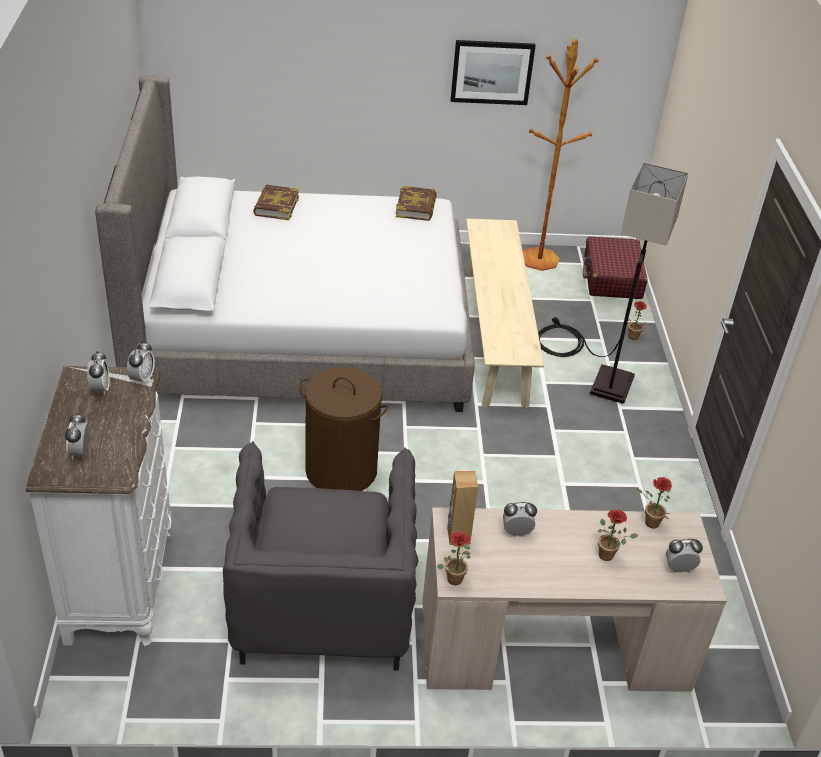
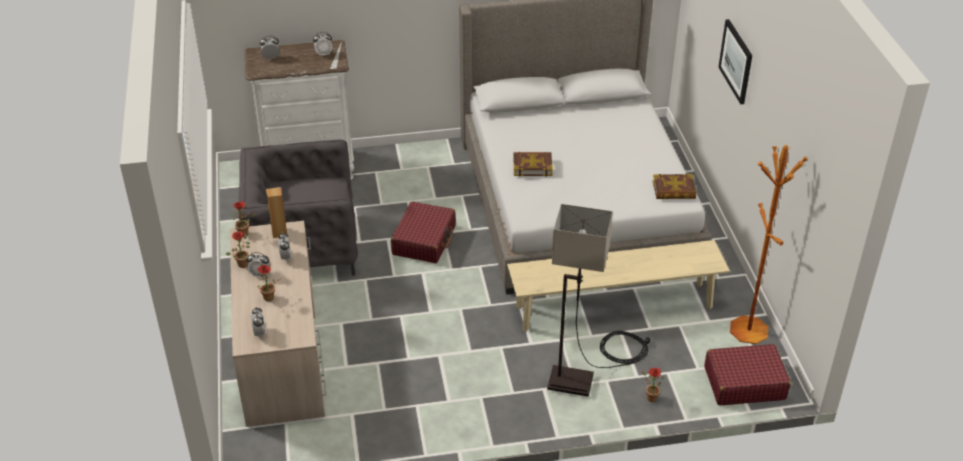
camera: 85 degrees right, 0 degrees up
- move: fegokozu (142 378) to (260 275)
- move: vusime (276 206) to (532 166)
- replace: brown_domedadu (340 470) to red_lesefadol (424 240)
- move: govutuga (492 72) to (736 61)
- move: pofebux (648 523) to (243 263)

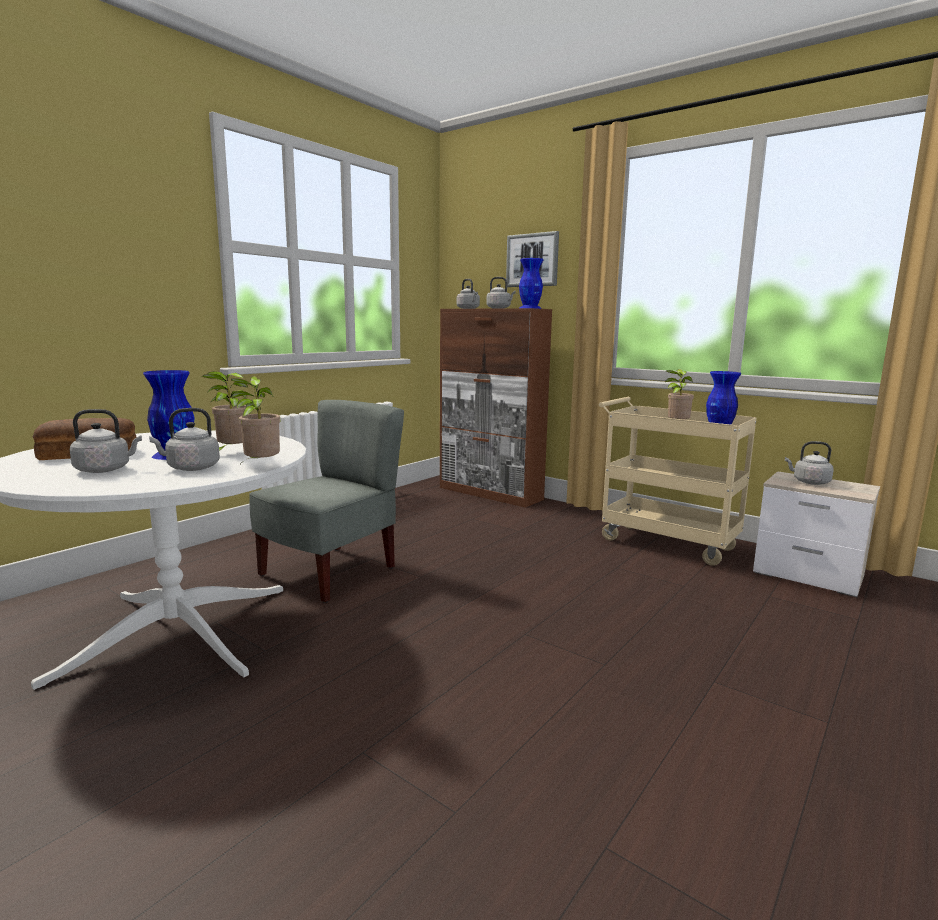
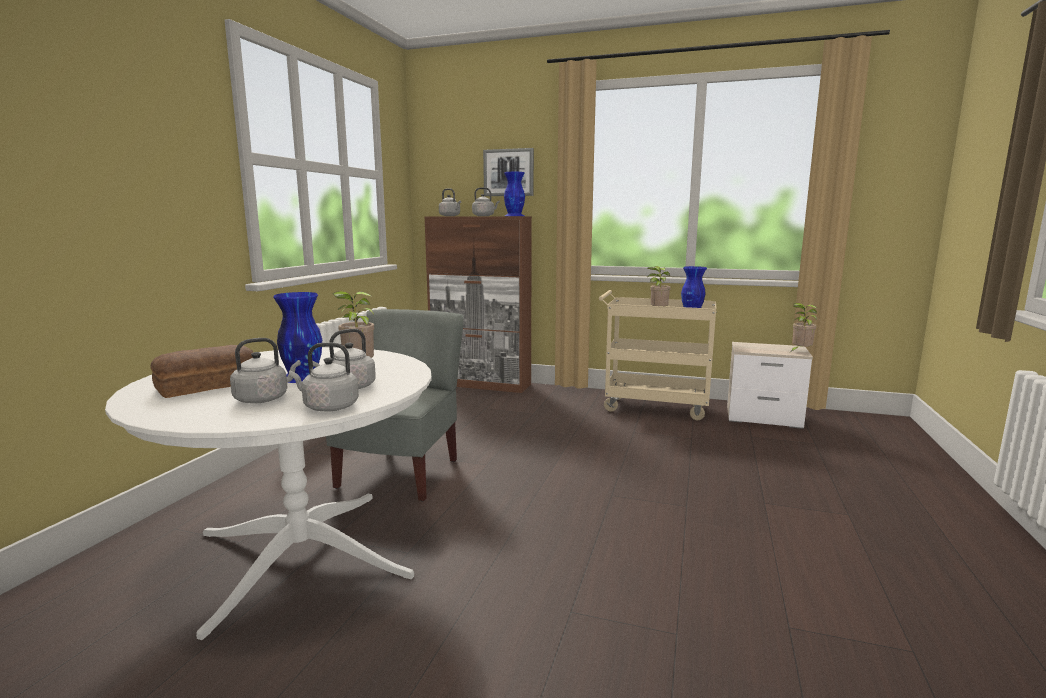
camera: 20 degrees left, 0 degrees up
- move: pofebux (260 467) to (800 352)
- move: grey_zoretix (809 482) to (328 407)

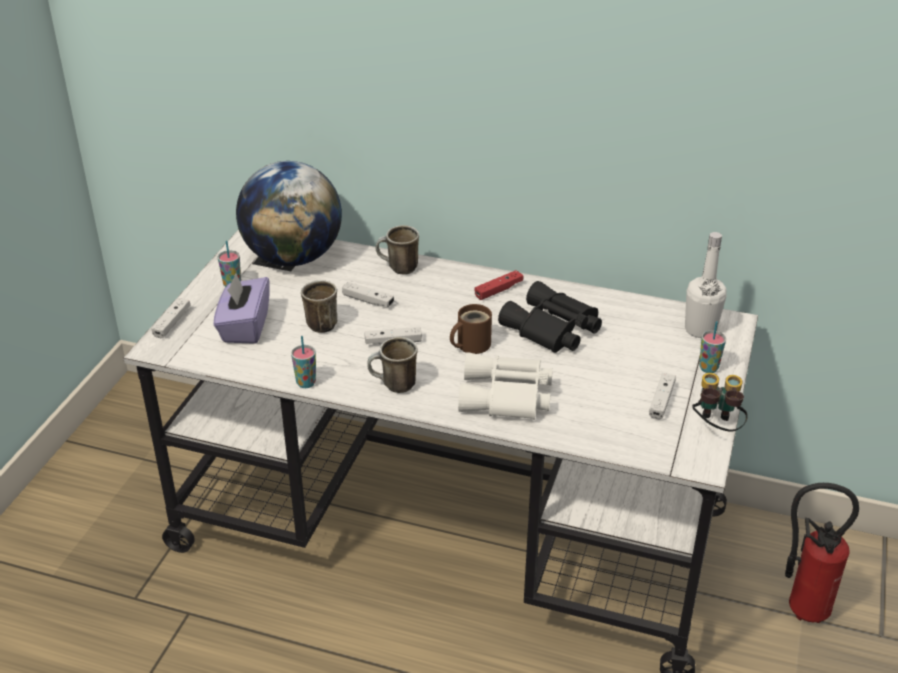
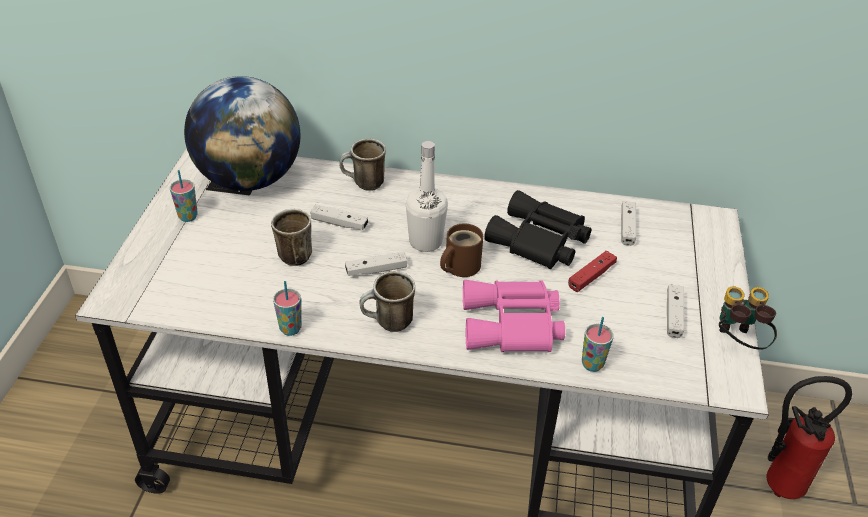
camera: 10 degrees left, 5 degrees up
- move: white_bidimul (172 323) to (627 228)
- delete: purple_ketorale (244 327)
- recolor: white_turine (507 397) to pink_turine (513 326)
- move: red_bidimul (498 290) to (591 276)
- move: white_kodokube (700 330) to (425 242)
- move: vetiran (708 368) to (592 364)

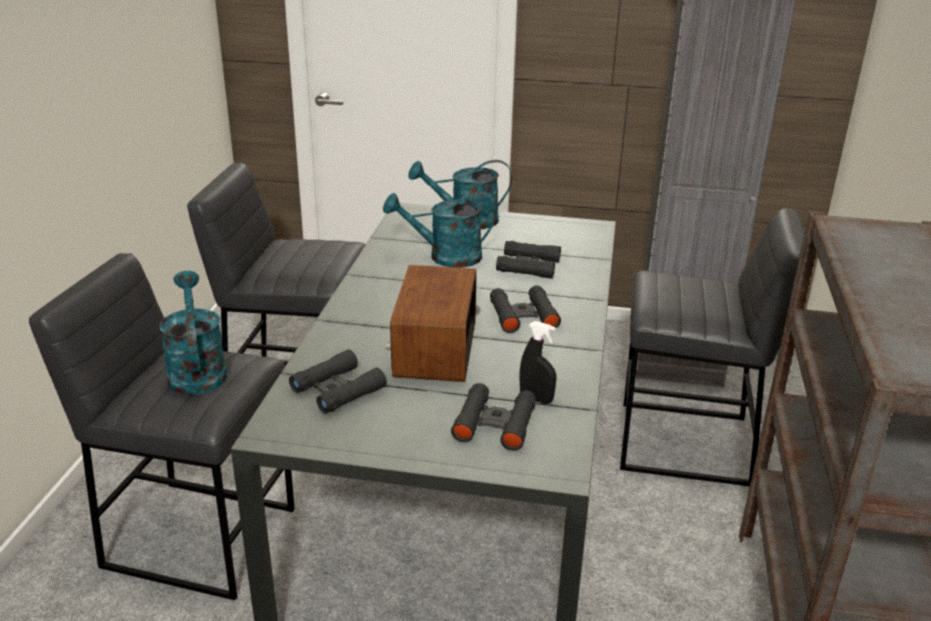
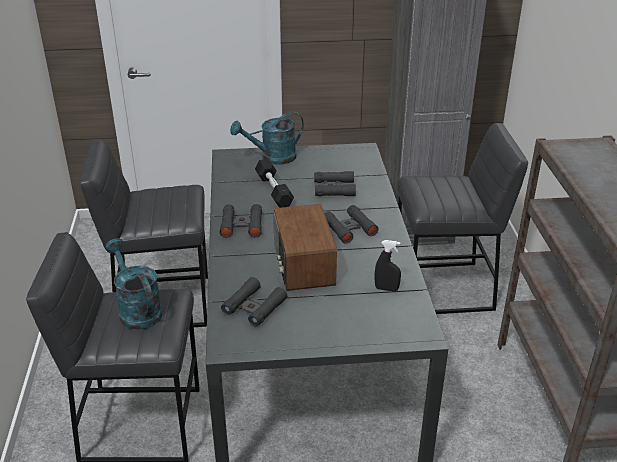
camera: 15 degrees left, 5 degrees up
- replace: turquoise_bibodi (445 257) to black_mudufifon (274 190)
- move: black_turine (495 424) to (241 225)

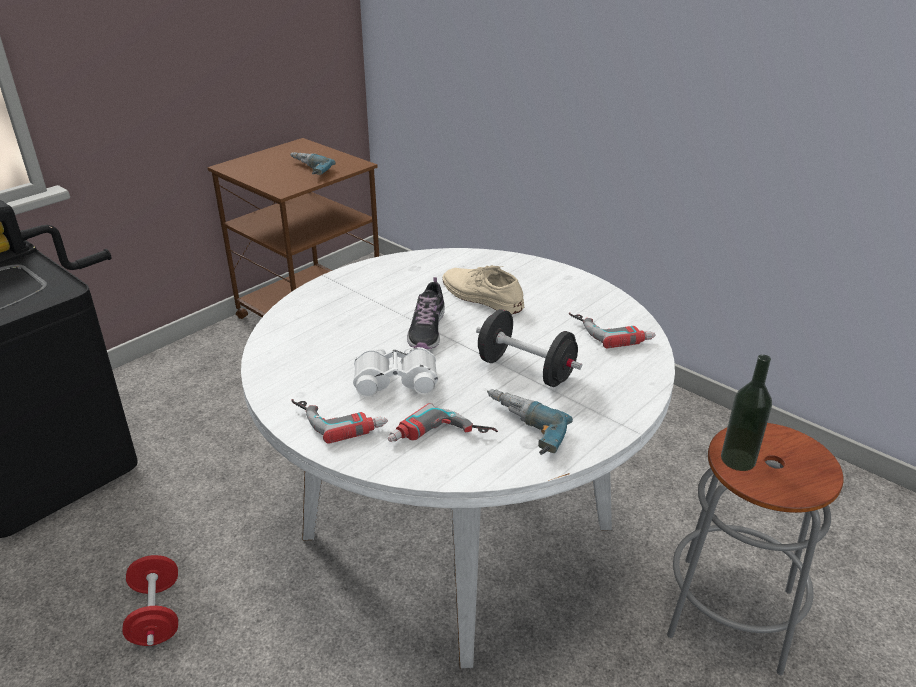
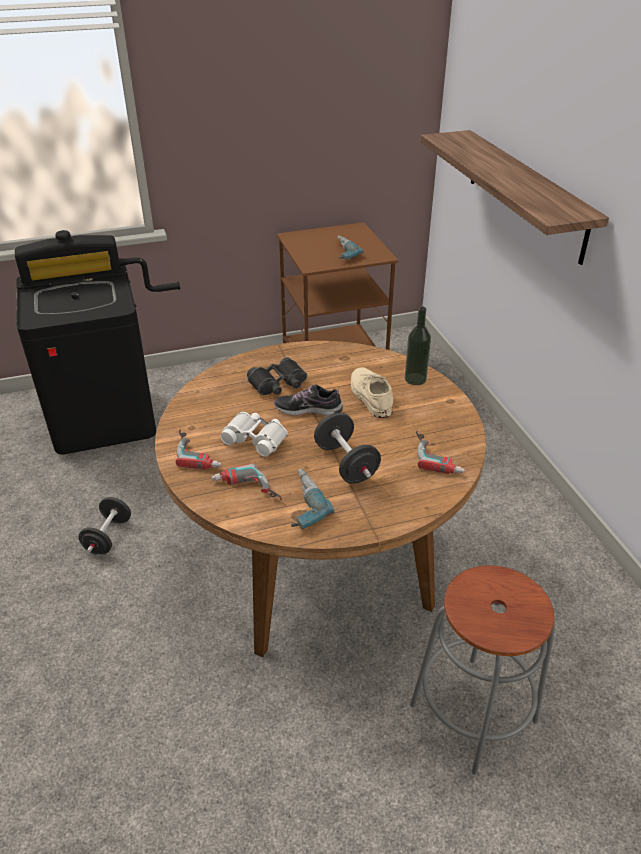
camera: 30 degrees right, 5 degrees up
- recolor: red_mudufifon (156 615) to black_mudufifon (108 536)
- recolor: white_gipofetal (457 531) to brown_gipofetal (320 563)
- rotate: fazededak (427 330) = (308 409) 60 degrees clockwise
- move: kodokube (738 459) to (415 379)
- insert: black_turine (278 384)
- insert: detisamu (525 194)

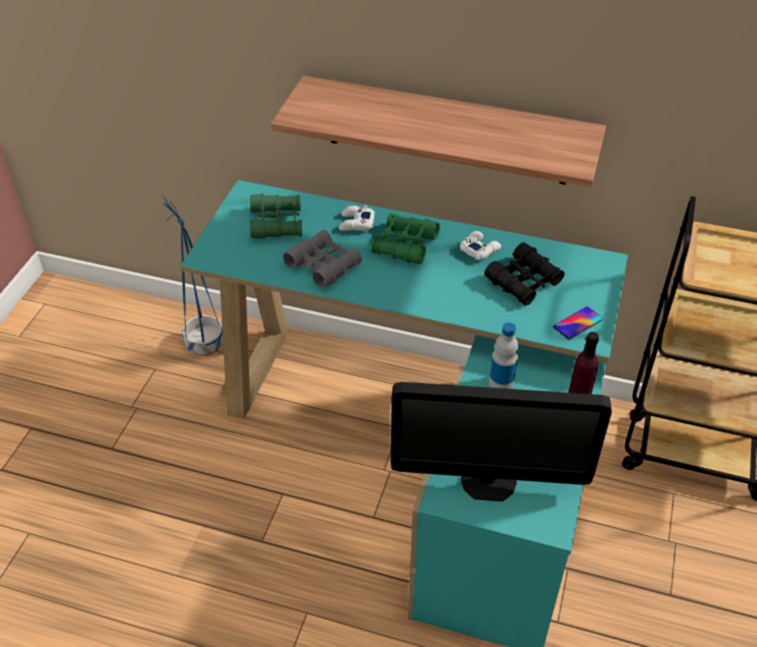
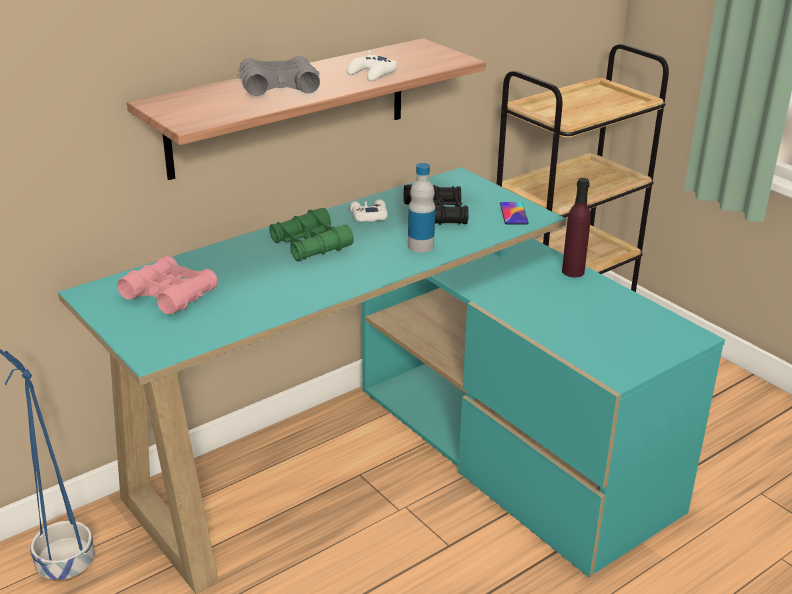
camera: 55 degrees left, 15 degrees down
- recolor: green_turine (277 223) to pink_turine (169 294)
- move: grey_turine (323 265) to (279 87)
- move: white_bidimul (356 223) to (372 74)
- delete: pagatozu (488 481)
- move: kodokube (501 383) to (420 246)

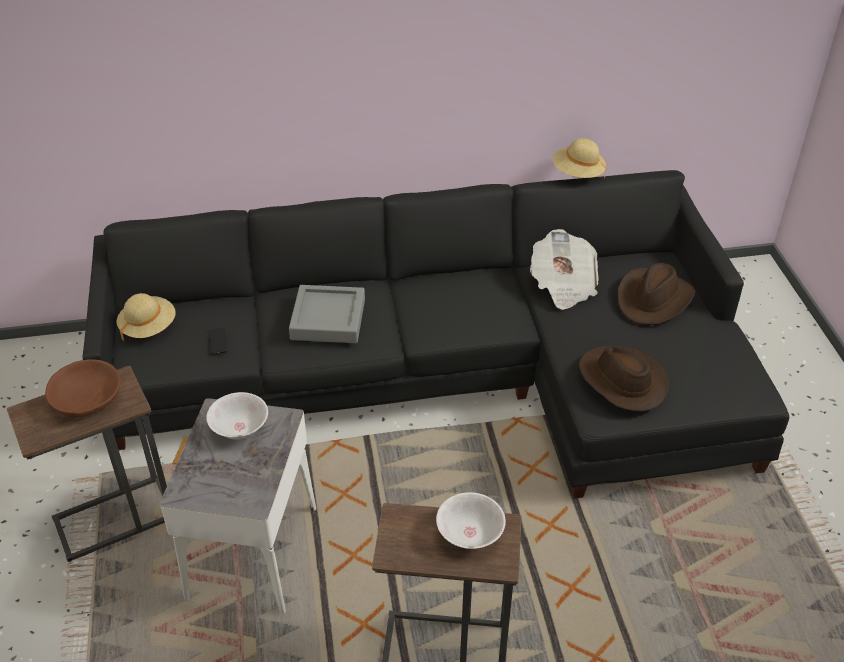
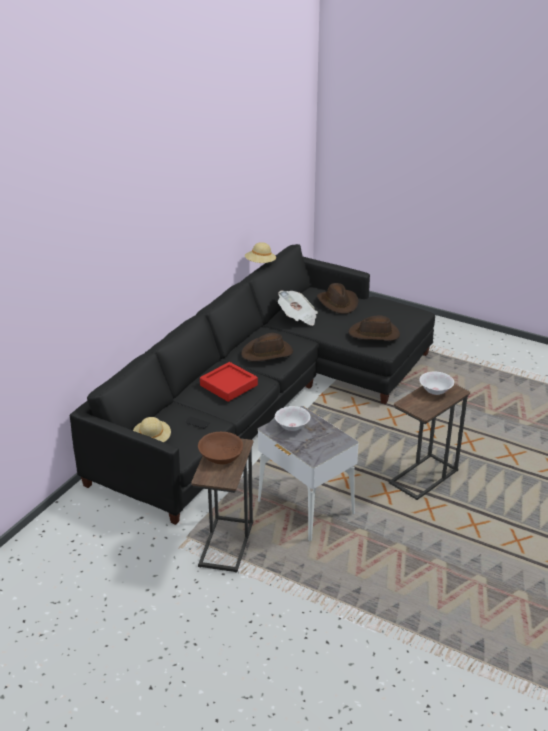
camera: 50 degrees left, 10 degrees down
- recolor: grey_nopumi (328 319) to red_nopumi (228 385)
- insert: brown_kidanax (267 353)

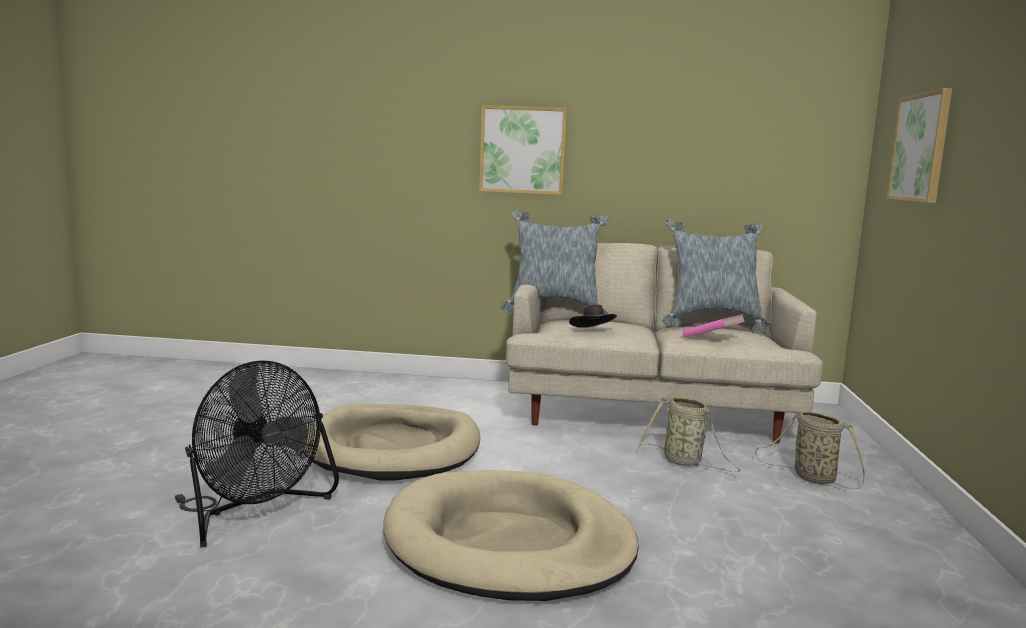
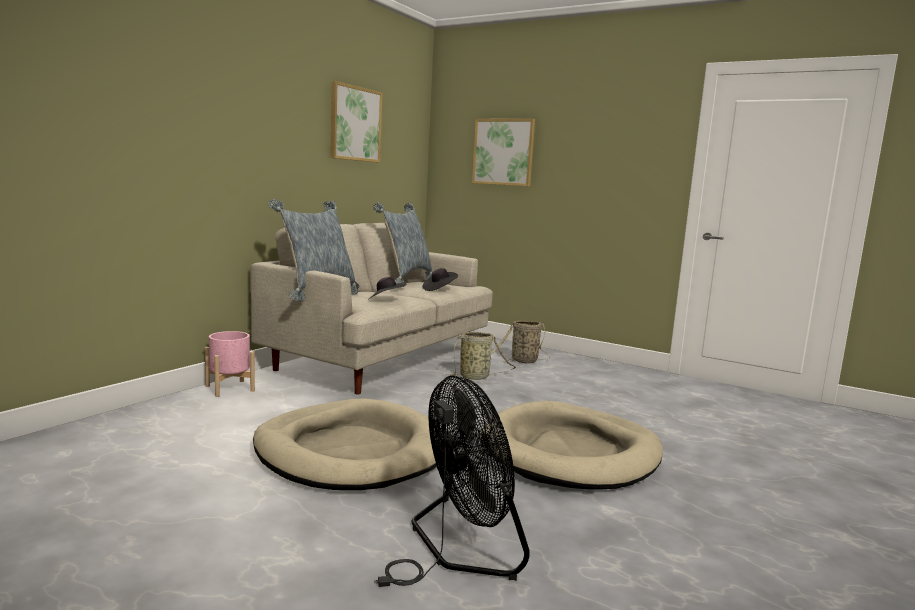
camera: 65 degrees left, 0 degrees up
- move: govutuga (522 150) to (355 124)
- replace: pink_vusime (712 339) to black_kidanax (439 289)
- insert: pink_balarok (229 388)

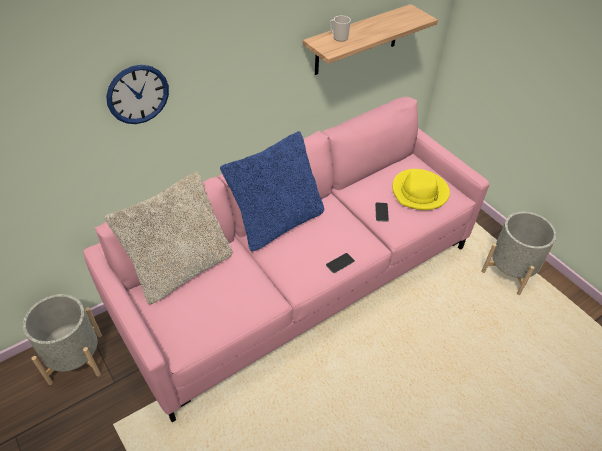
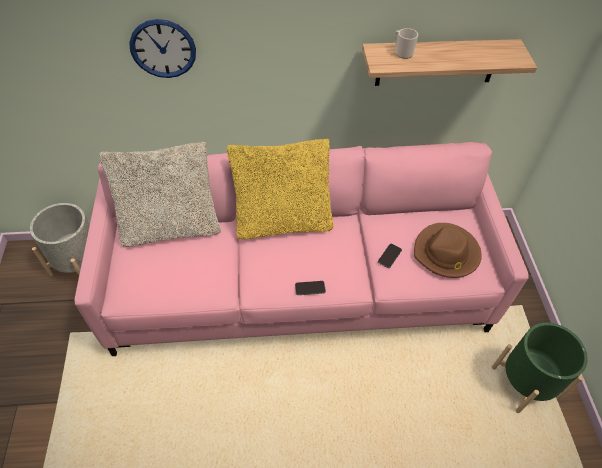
camera: 30 degrees right, 5 degrees up
- recolor: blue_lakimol (277 220) to yellow_lakimol (283 219)
- recolor: yellow_kidanax (420 192) to brown_kidanax (446 253)
- recolor: grey_balarok (509 271) to green_balarok (525 382)

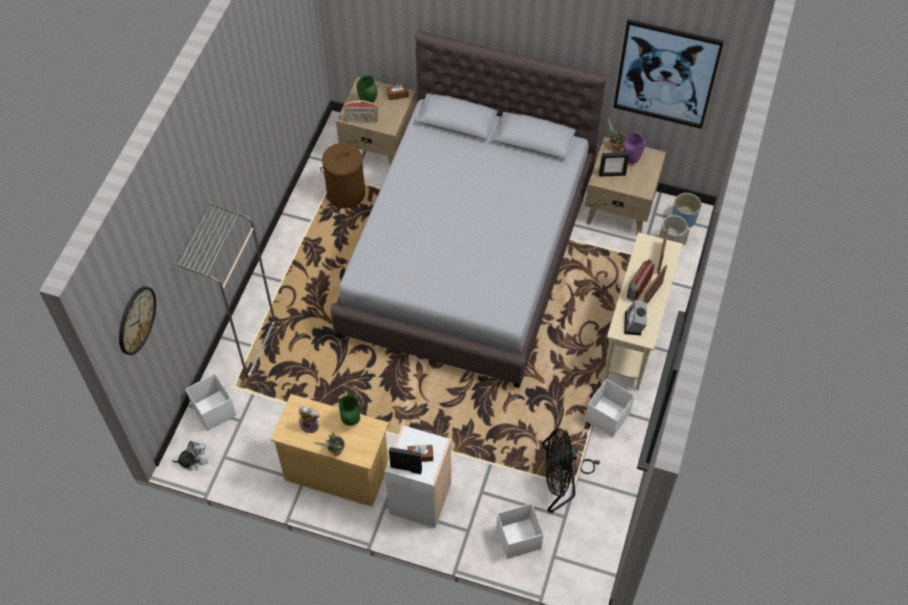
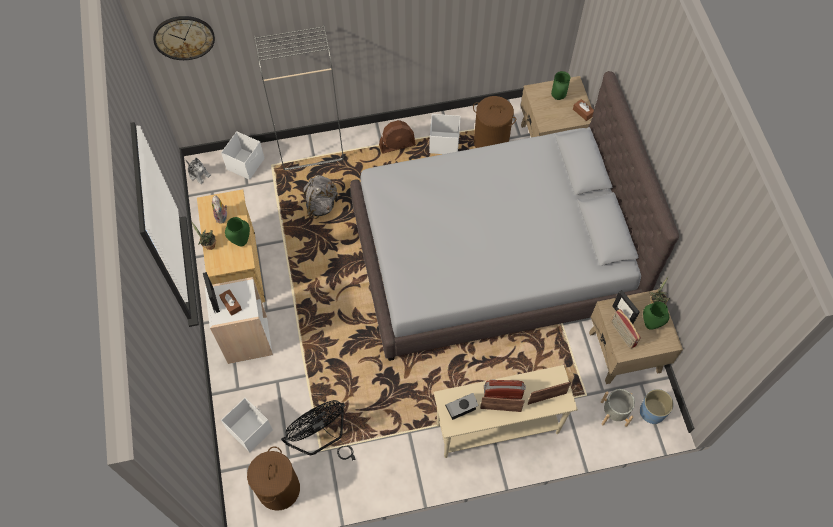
camera: 60 degrees right, 5 degrees up
- move: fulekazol (361 120) to (622 334)
- move: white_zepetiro (607 417) to (443 143)
- delete: govutuga (666 74)
- recolor: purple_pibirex (631 159) to green_pibirex (651 323)
- insert: brown_domedadu (279 489)
- insert: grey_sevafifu (321 205)
- insert: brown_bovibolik (397 145)

